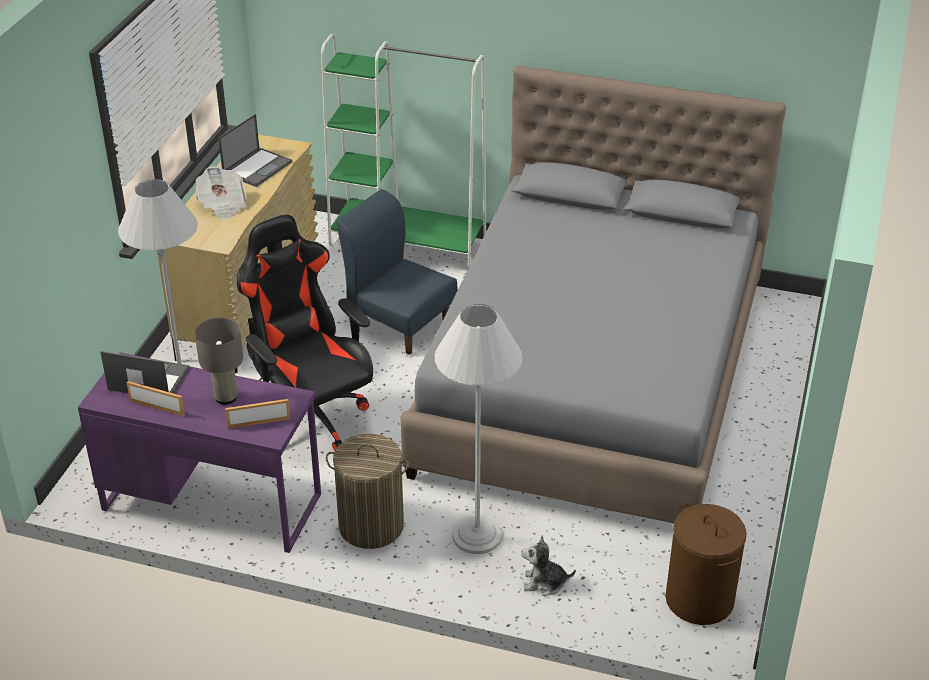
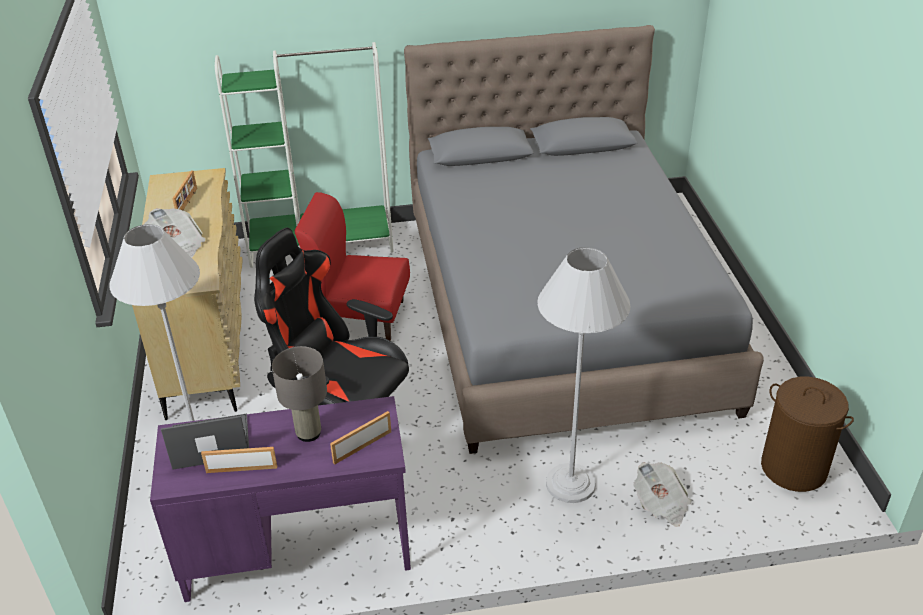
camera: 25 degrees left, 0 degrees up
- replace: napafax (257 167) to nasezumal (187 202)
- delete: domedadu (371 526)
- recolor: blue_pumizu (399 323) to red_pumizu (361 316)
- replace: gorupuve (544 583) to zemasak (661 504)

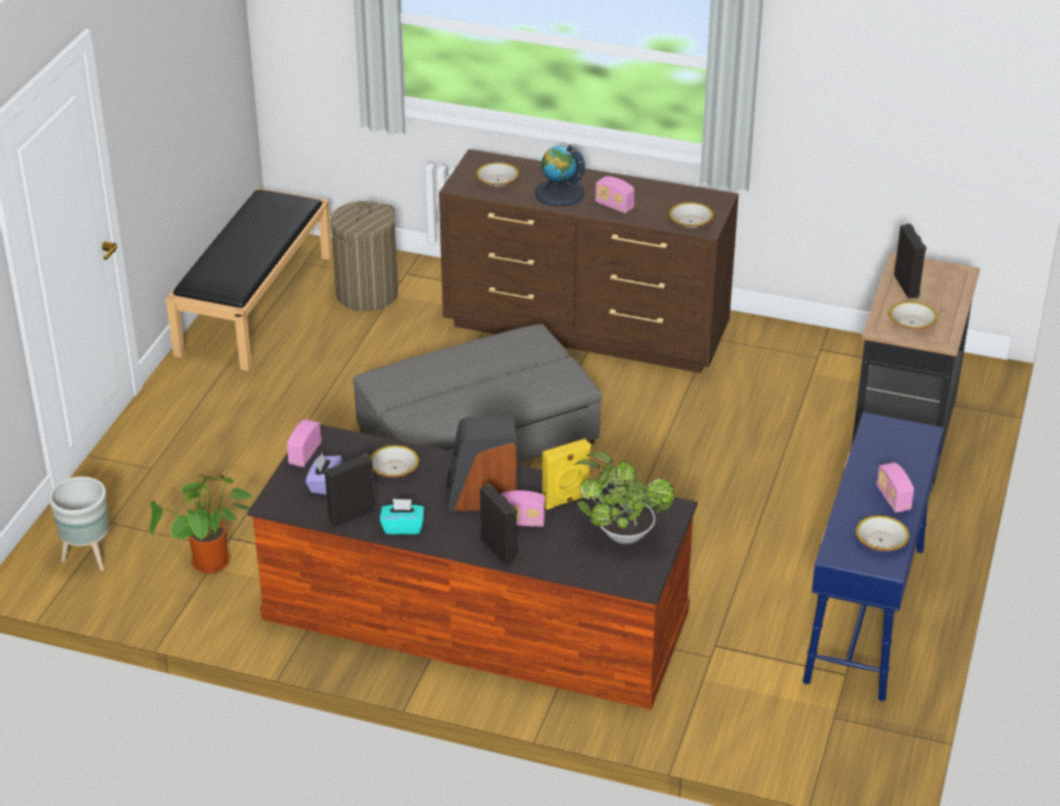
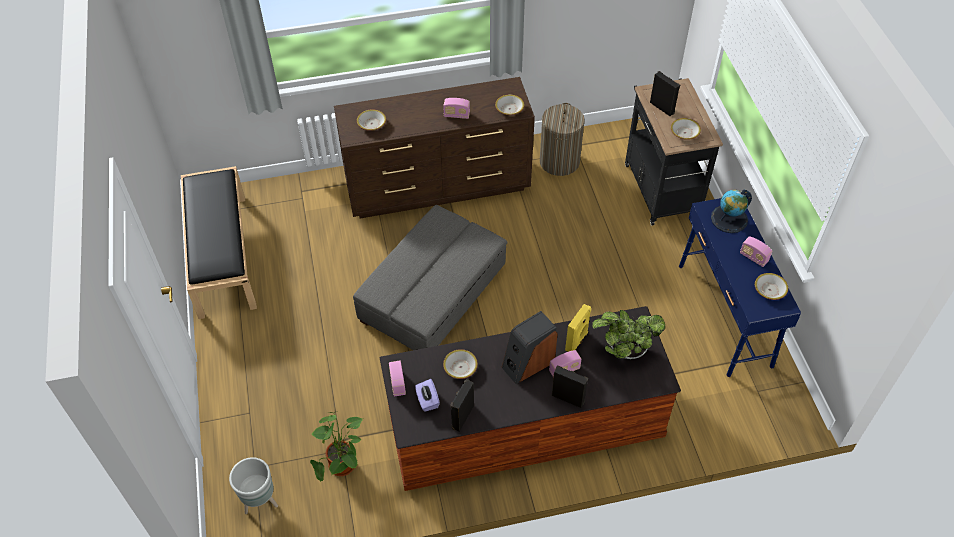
camera: 30 degrees left, 15 degrees up
- move: domedadu (367 294) to (559 161)
- delete: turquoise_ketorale (403 527)
- move: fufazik (559 193) to (729 219)

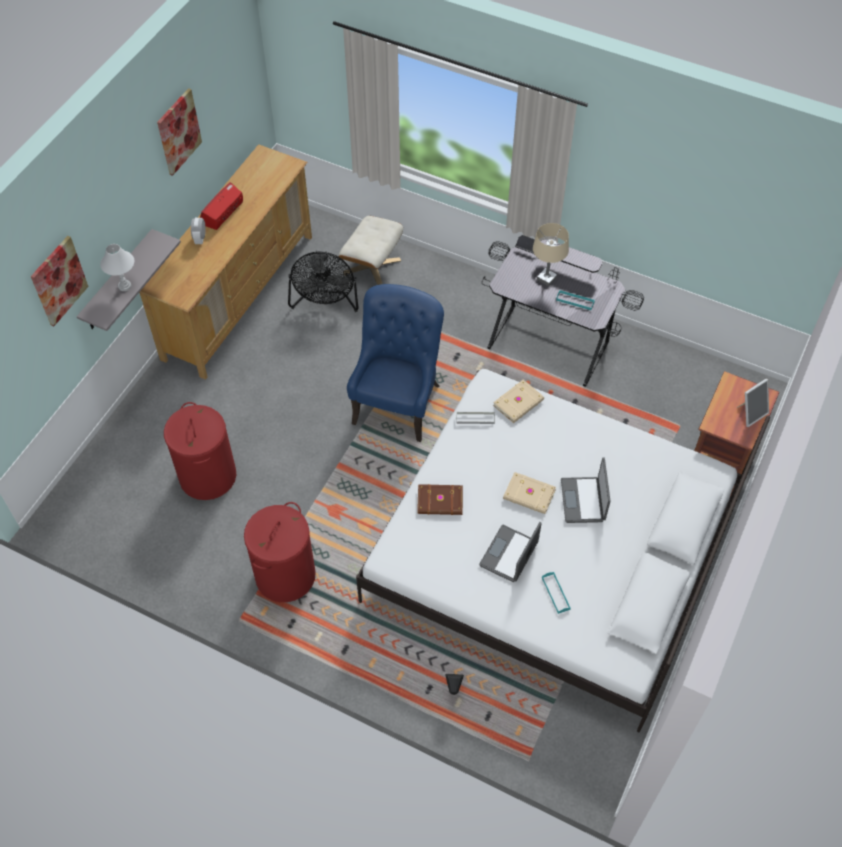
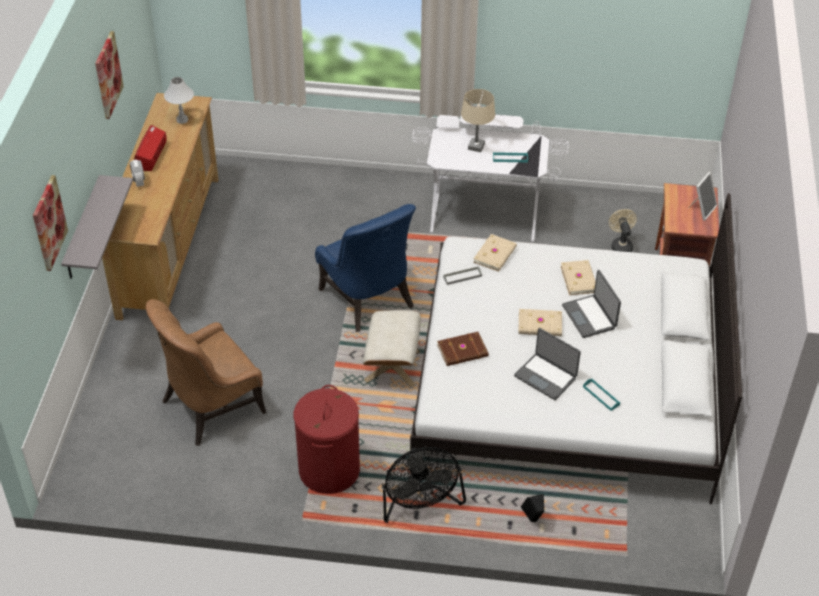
camera: 20 degrees left, 10 degrees down
- move: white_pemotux (124 286) to (182 119)
- replace: red_domedadu (207 476) to brown_pumizu (211 406)
- move: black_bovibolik (323 299) to (416 501)
- move: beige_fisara (372 266) to (392 366)
- rotate: blue_pumizu (398 403) = (368 298) 150 degrees clockwise
- rotate: napafax (509 555) = (546 376) 60 degrees counterclockwise
- recolor: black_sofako (550 342) to white_sofako (485 214)
- insert: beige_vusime (579 279)
- insert: beige_bovibolik (620 245)

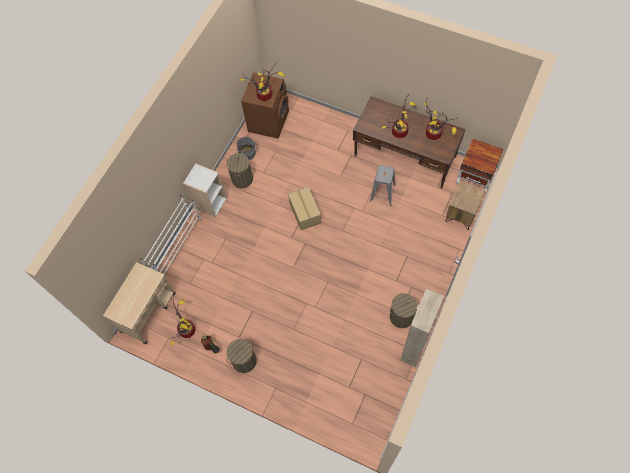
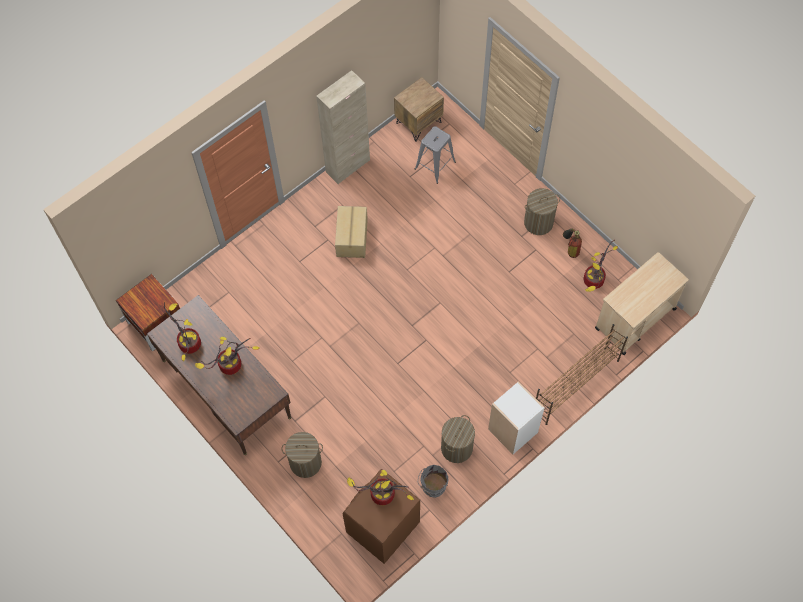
camera: 160 degrees left, 0 degrees up
- recolor: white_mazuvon (177 247) to brown_mazuvon (575 386)
- move: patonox (304 213) to (352 237)
- move: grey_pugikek (382 193) to (435 165)
- move: domedadu (401 317) to (305 462)
- move: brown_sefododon (461 214) to (418 122)

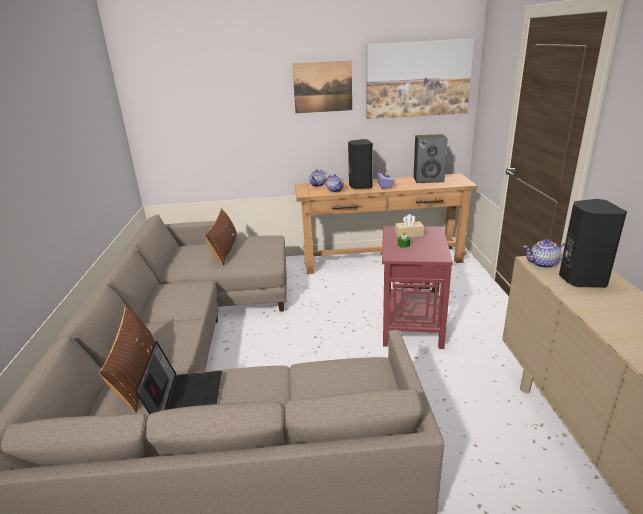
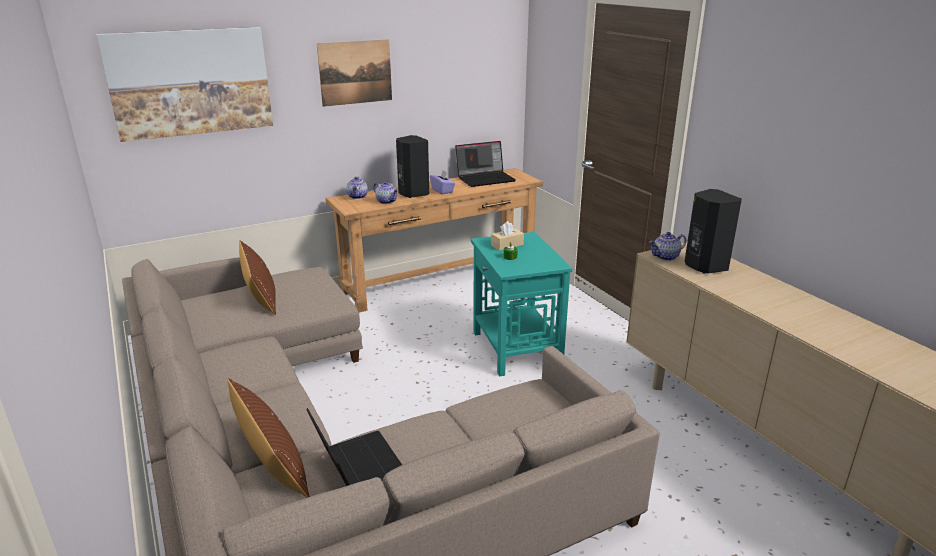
camera: 25 degrees left, 0 degrees up
- move: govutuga (417 79) to (190 82)
- recolor: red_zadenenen (410 325) to turquoise_zadenenen (515 348)
- replace: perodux (428 179) to napafax (486 178)

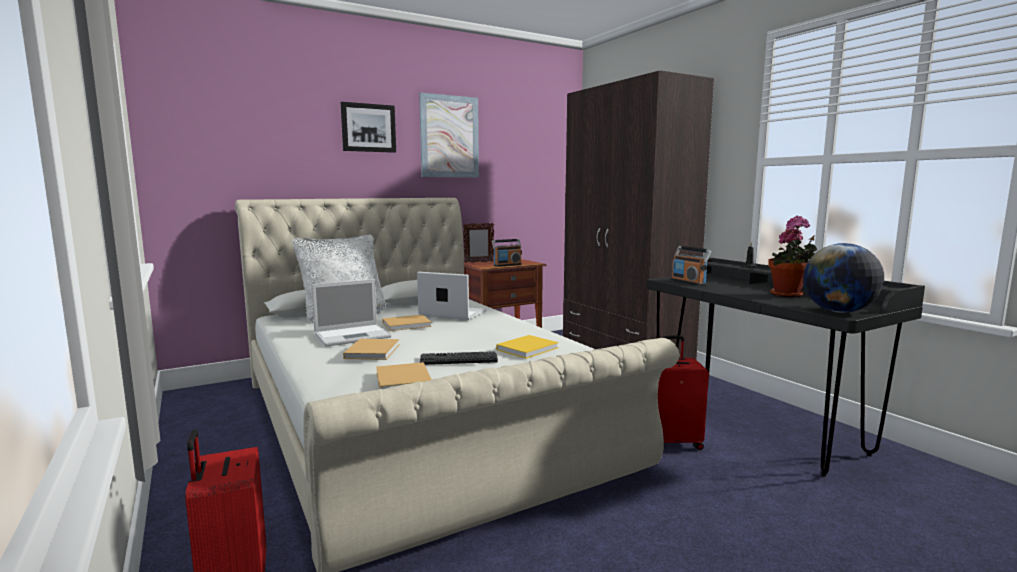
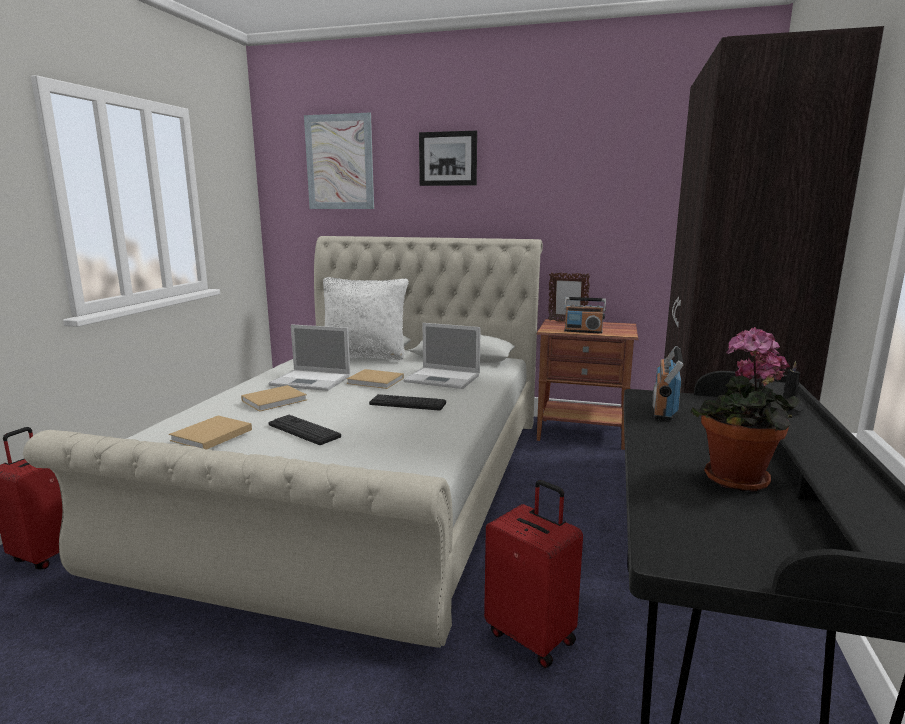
camera: 45 degrees right, 5 degrees up
- rotate: napafax (451 313) = (444 378) 135 degrees clockwise
- move: govutuga (449 136) to (339 162)
- delete: yellow_vusime (528 348)
- delete: fufazik (838 311)
- insert: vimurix (407 403)

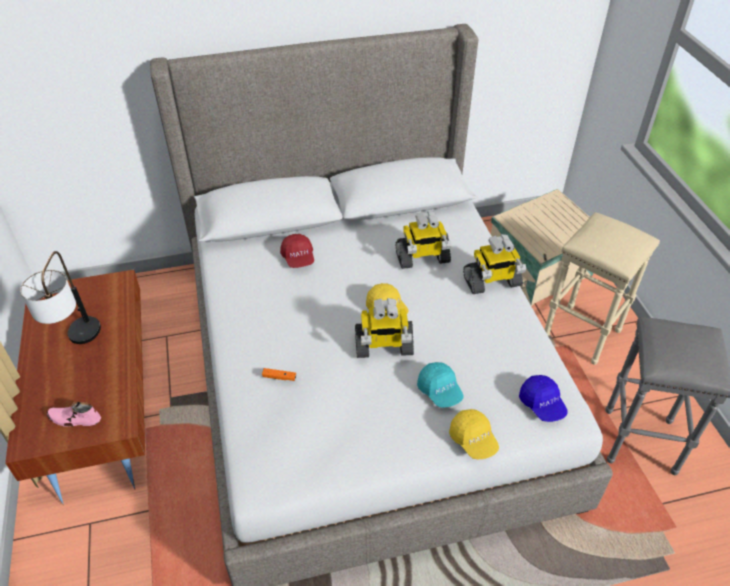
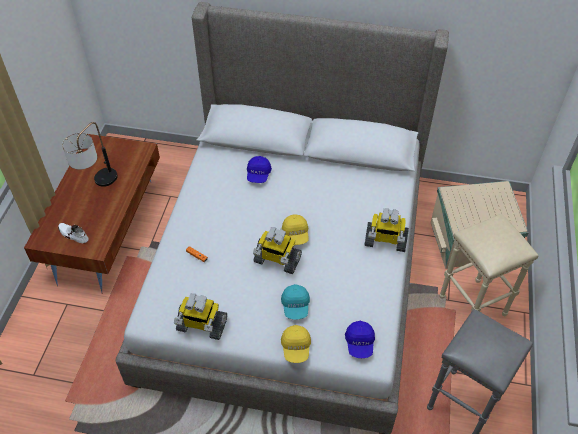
camera: 25 degrees right, 5 degrees up
- recolor: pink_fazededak (74 419) to white_fazededak (73 235)
- recolor: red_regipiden (298 258) to blue_regipiden (258 175)
- move: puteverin (422 258) to (201 325)

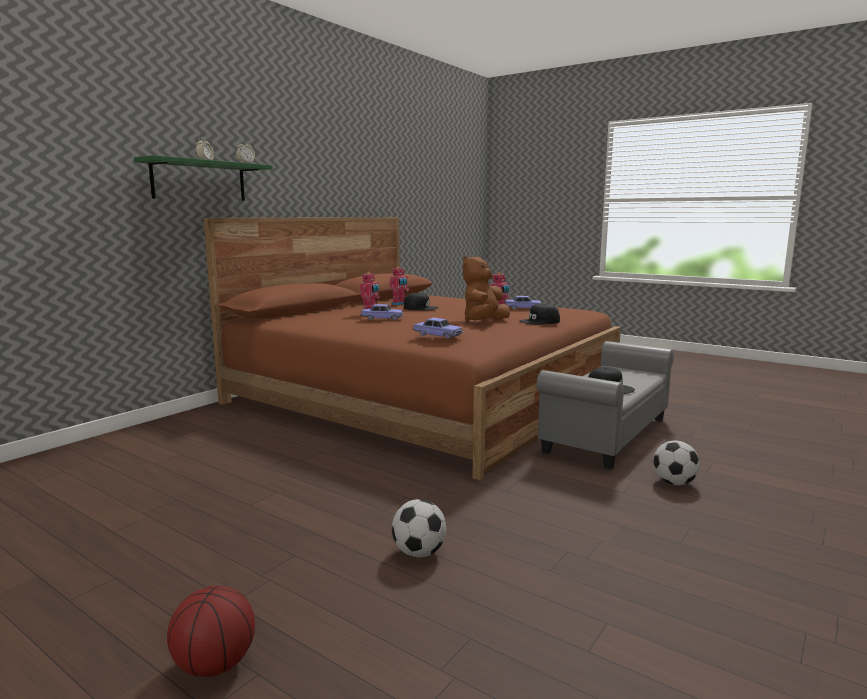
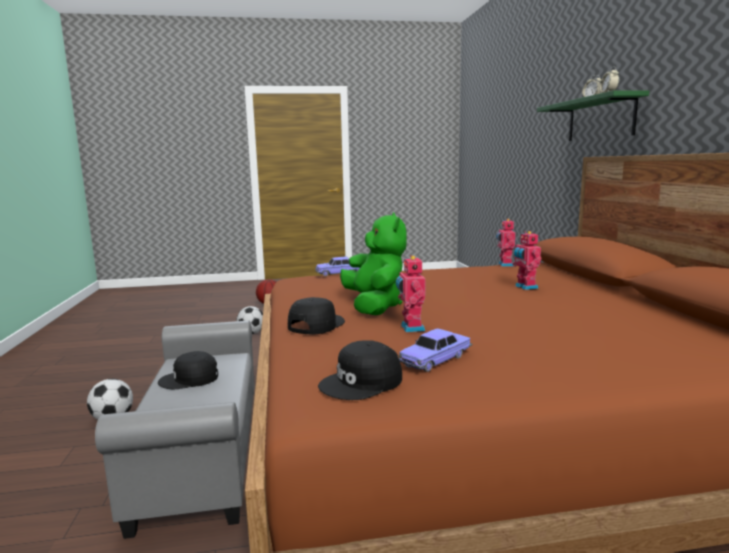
camera: 135 degrees right, 0 degrees up
- delete: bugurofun (382 318)
- move: puteverin (399 304) to (504 265)
- move: black_regipiden (420 308) to (362 383)
- recolor: brown_gorupuve (484 322) to green_gorupuve (374 306)

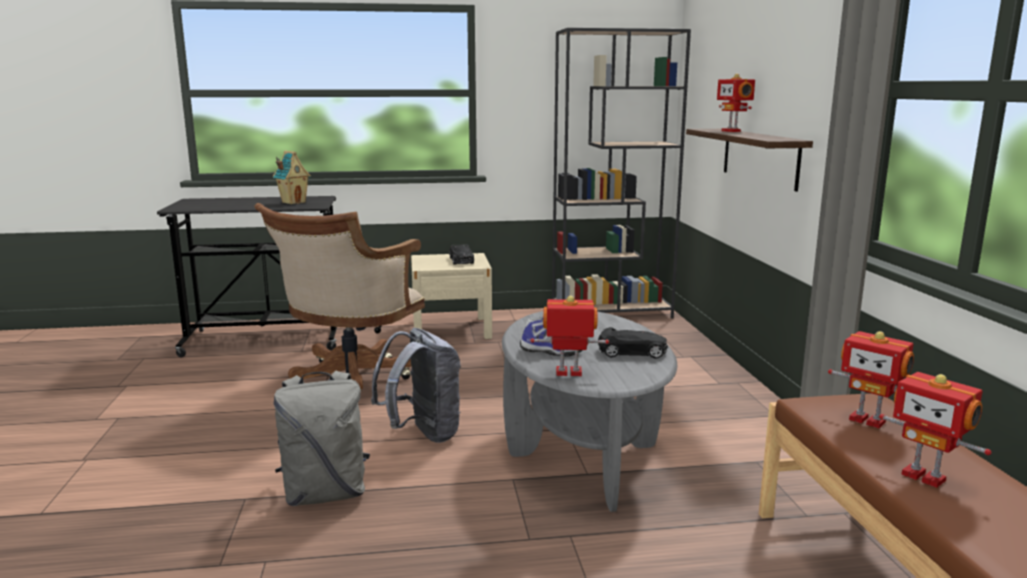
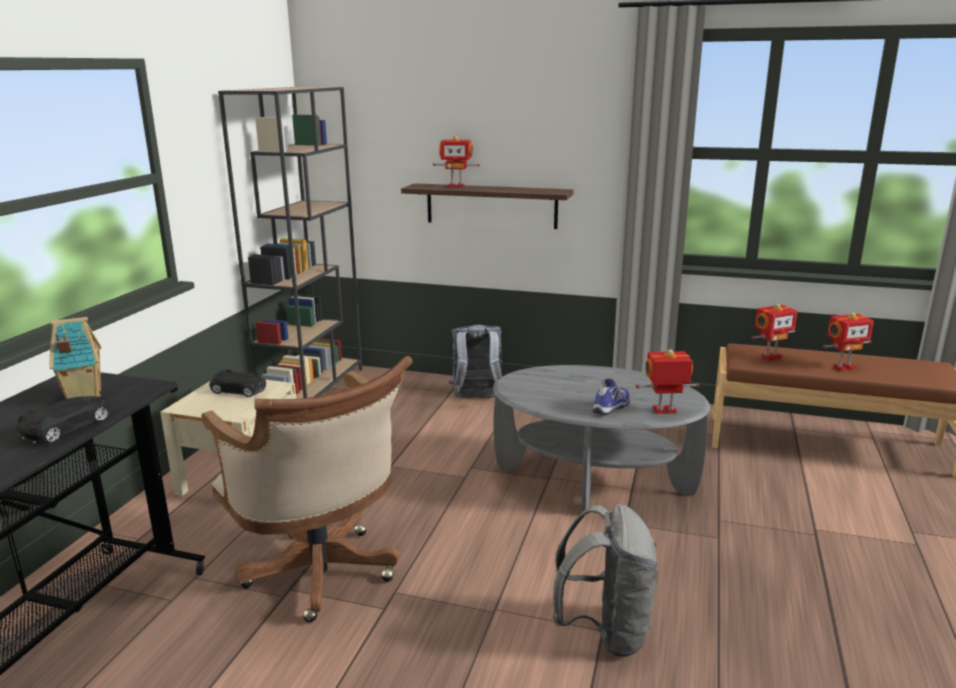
camera: 65 degrees left, 5 degrees up
- move: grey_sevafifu (422 434) to (477 399)
- rotate: puteverin (568 373) = (664 411) 60 degrees clockwise
- move: black_bugurofun (632 352) to (67 427)

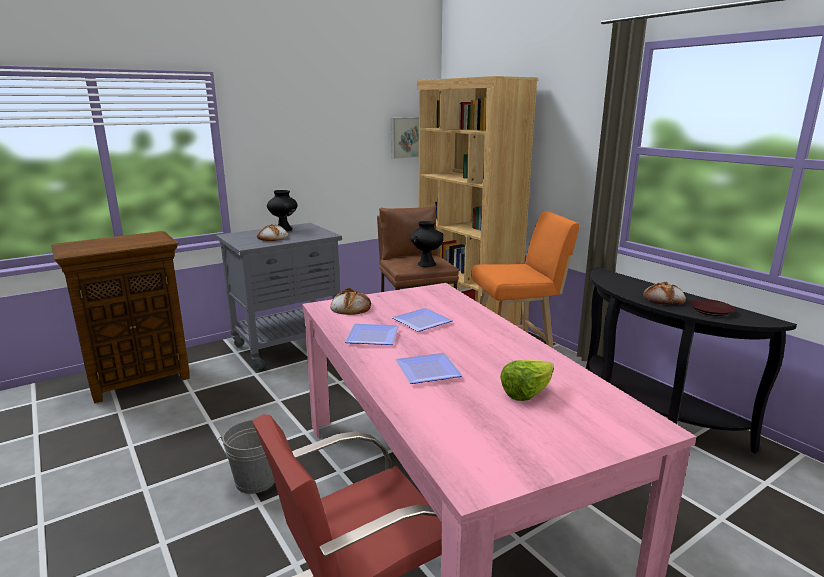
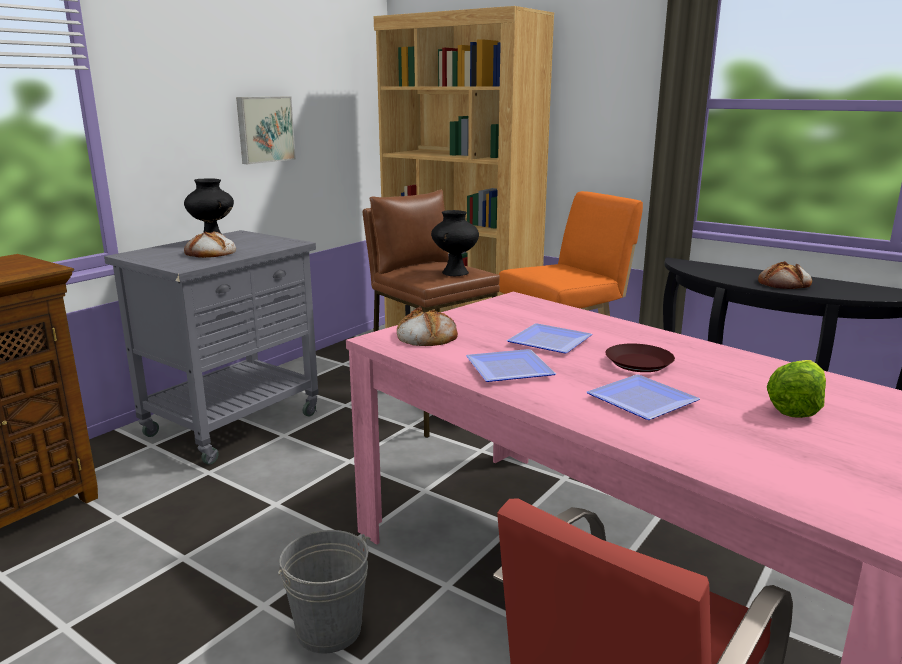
camera: 20 degrees left, 0 degrees up
- move: govutuga (407 137) to (264 129)
- move: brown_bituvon (711 311) to (639 363)

